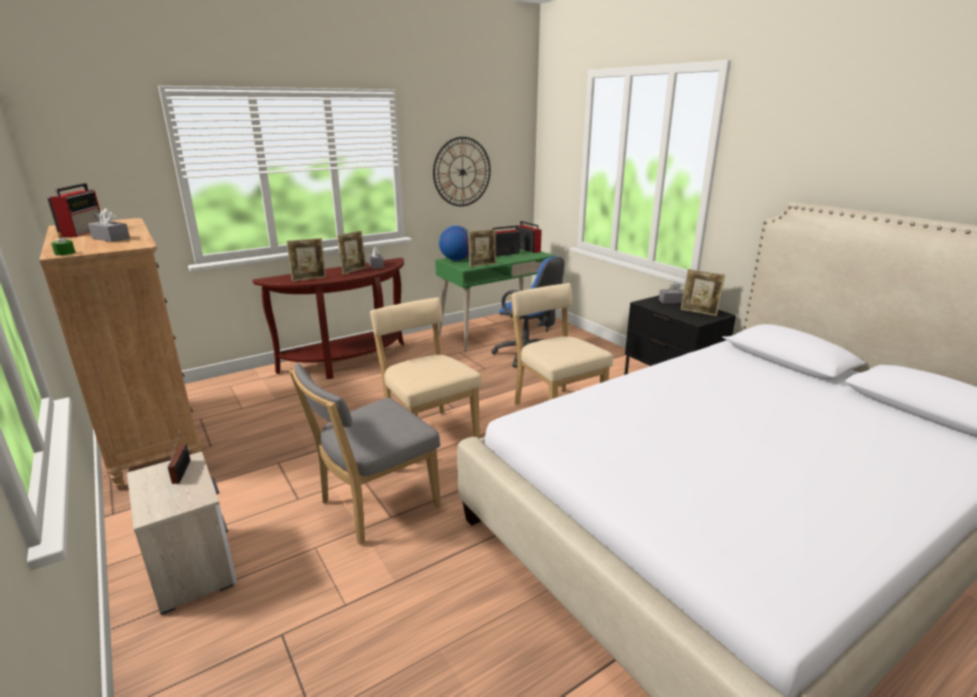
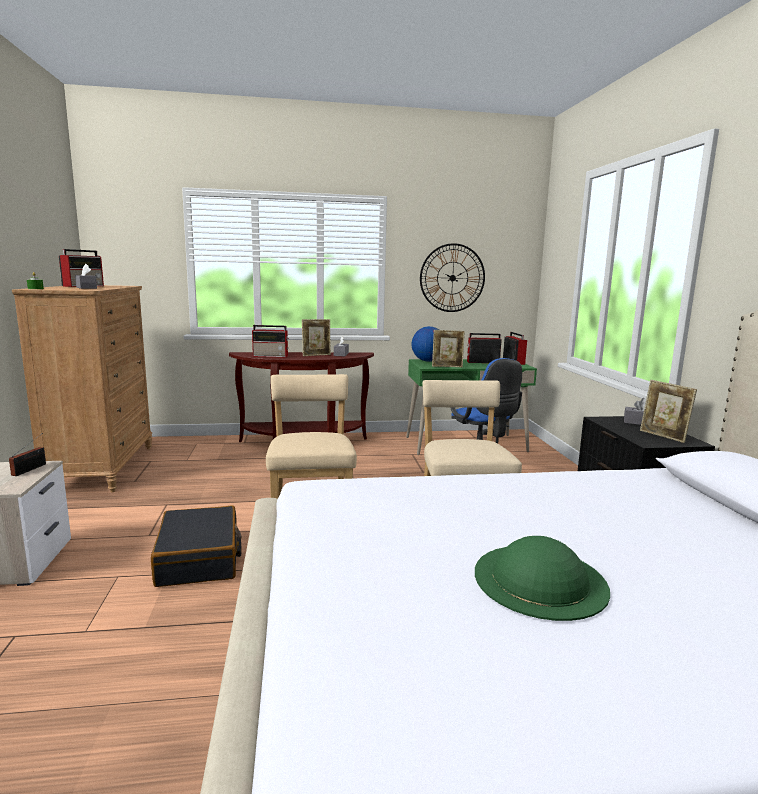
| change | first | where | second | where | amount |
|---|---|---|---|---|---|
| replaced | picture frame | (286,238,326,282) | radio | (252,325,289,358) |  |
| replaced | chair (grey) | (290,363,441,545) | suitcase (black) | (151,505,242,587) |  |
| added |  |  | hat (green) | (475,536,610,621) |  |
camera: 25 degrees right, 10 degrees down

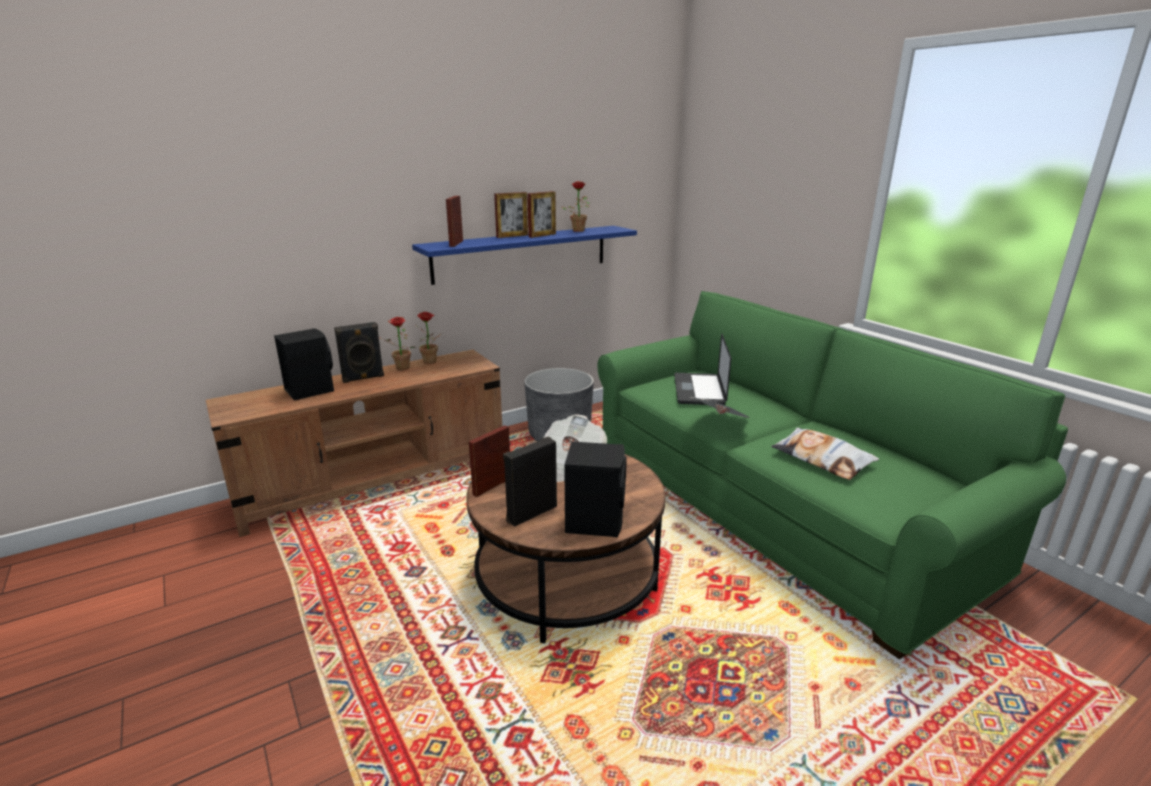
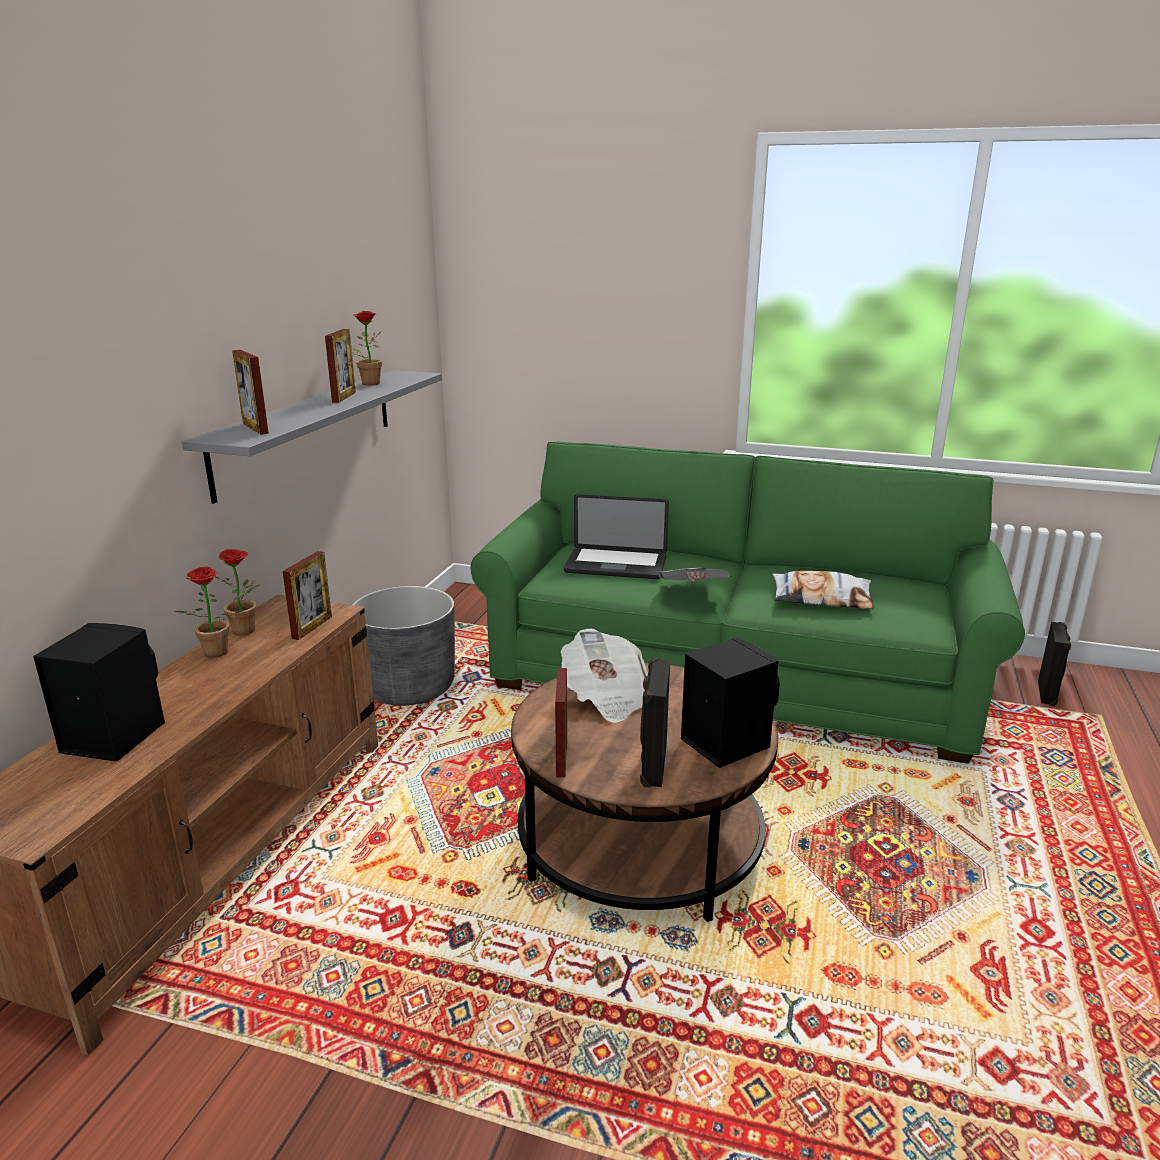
| change | first | where | second | where | amount |
|---|---|---|---|---|---|
| moved | speaker (black) | (334,322,384,383) |  | (1038,622,1071,706) |  |
| recoloured | shelf (blue) | (412,226,637,285) | shelf (grey) | (182,370,442,504) |  |
| moved | picture frame | (494,192,528,238) |  | (282,551,332,640) |  |
| turned | laptop | (674,333,731,405) |  | (564,494,669,579) | 45 degrees counterclockwise |
camera: 40 degrees left, 0 degrees up

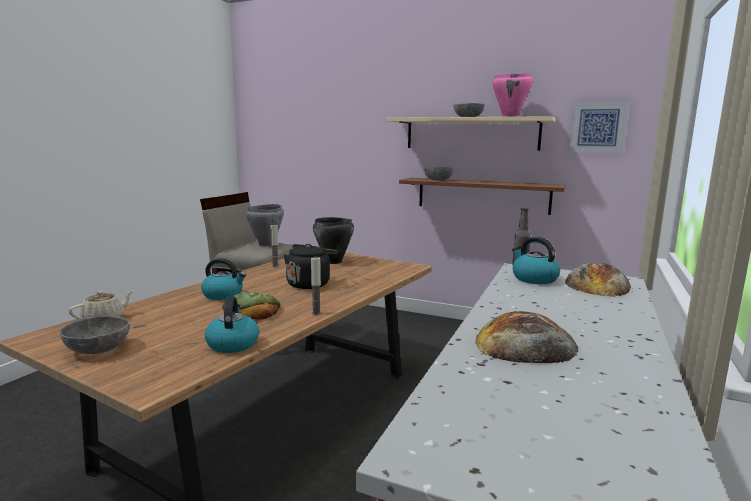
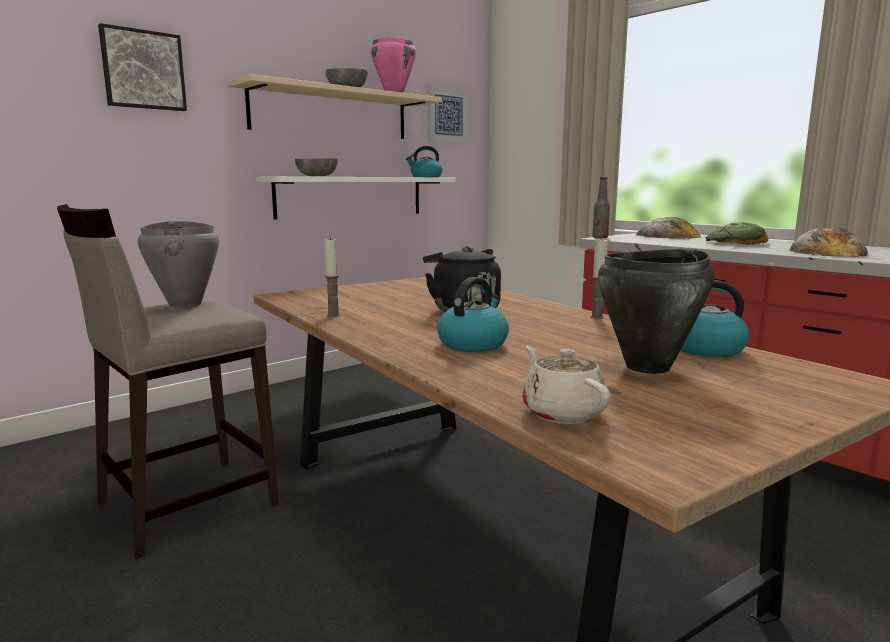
| change | first | where | second | where | amount |
|---|---|---|---|---|---|
| removed | bowl (grey) | (60,316,130,354) |  |  |  |
| moved | bread | (222,292,281,319) |  | (705,222,768,245) |  |
| moved | cooking pot (black) | (313,217,354,264) |  | (598,249,714,374) |  |
| recoloured | shelf (brown) | (399,178,566,215) | shelf (white) | (256,176,456,220) |  |
| moved | kettle | (512,237,560,284) |  | (406,146,442,177) |  |
| added |  |  | picture | (98,23,187,111) |  |
camera: 65 degrees left, 0 degrees up

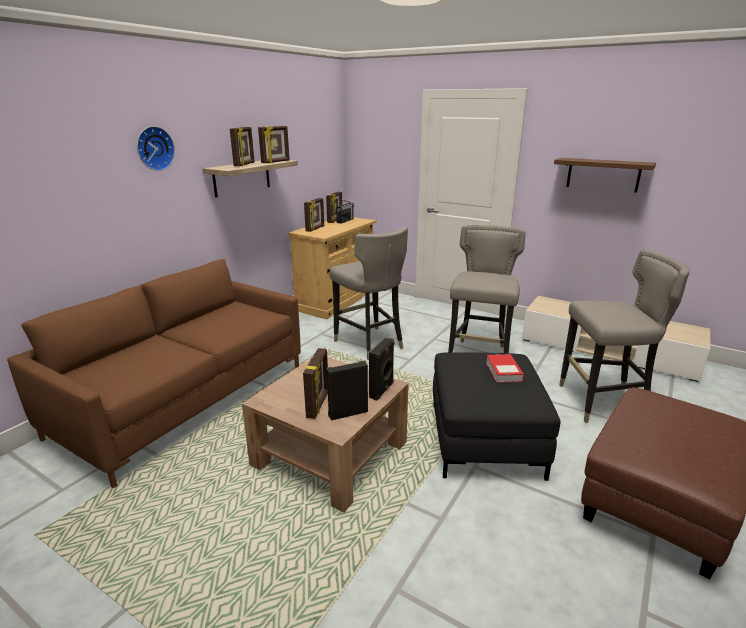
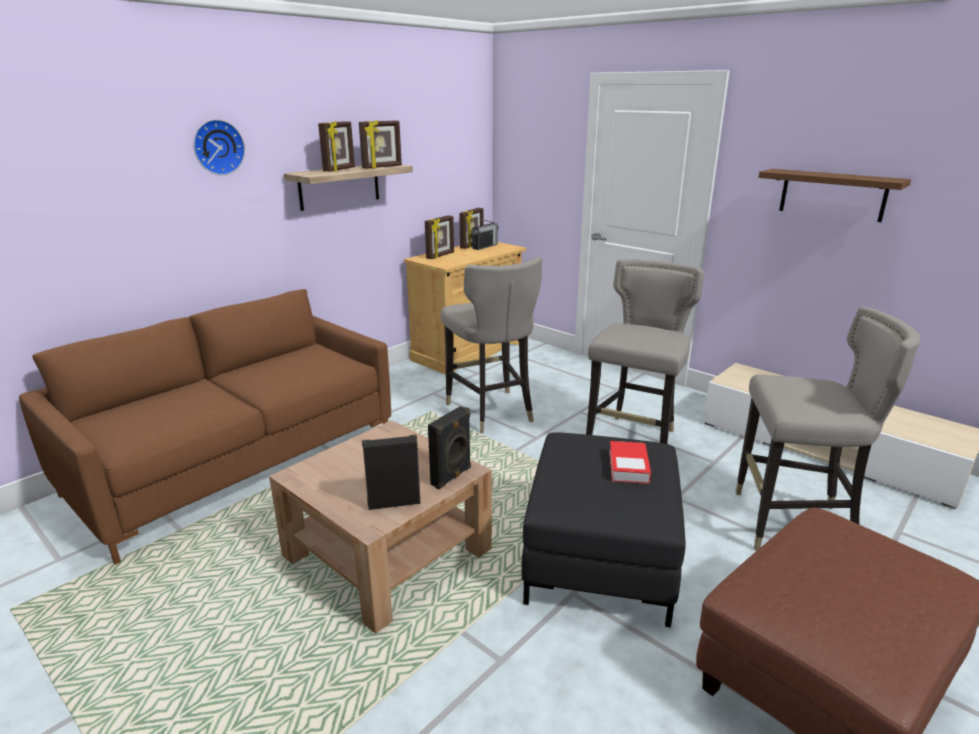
| change | first | where | second | where | amount |
|---|---|---|---|---|---|
| removed | picture frame | (303,348,328,419) |  |  |  |
camera: 10 degrees right, 0 degrees up

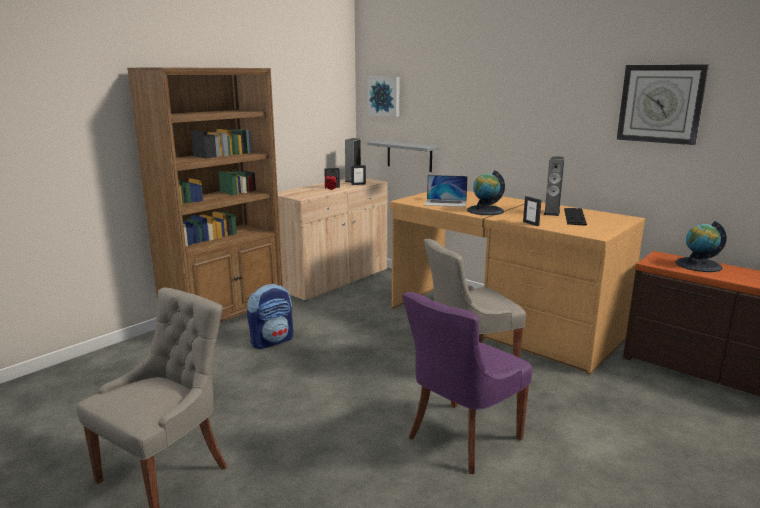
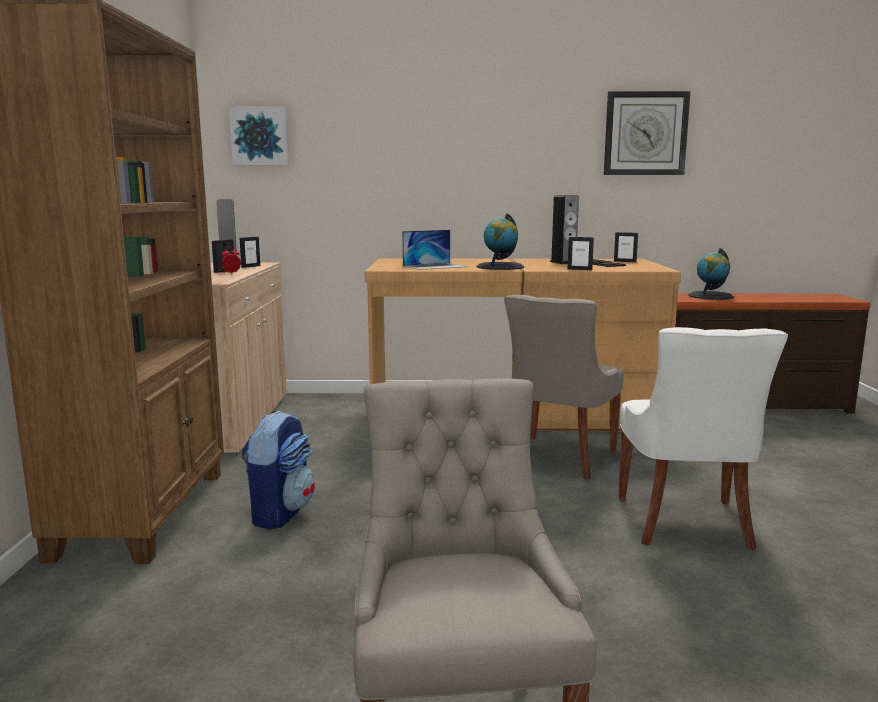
| change | first | where | second | where | amount |
|---|---|---|---|---|---|
| removed | shelf (grey) | (367,140,441,172) |  |  |  |
| recoloured | chair (purple) | (402,292,532,474) | chair (white) | (619,327,788,550) |  |
| added |  |  | picture frame | (614,232,638,262) |  |
camera: 40 degrees left, 5 degrees down

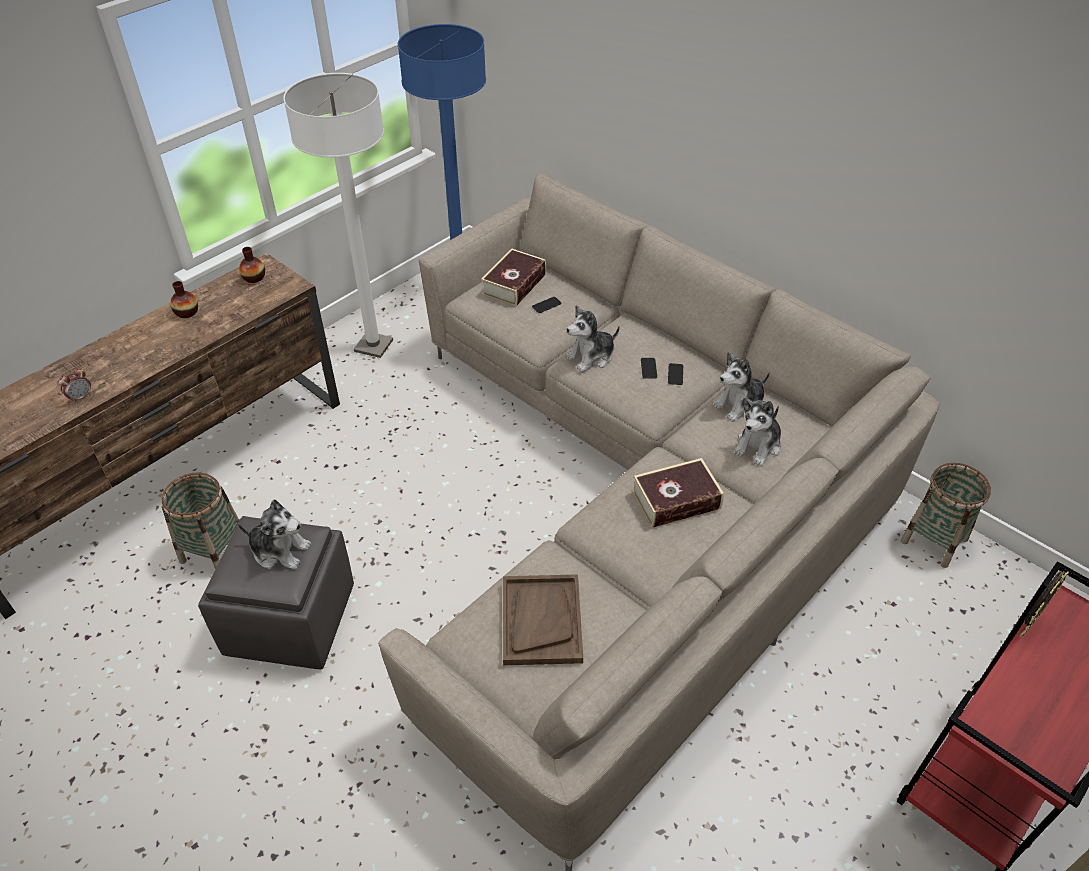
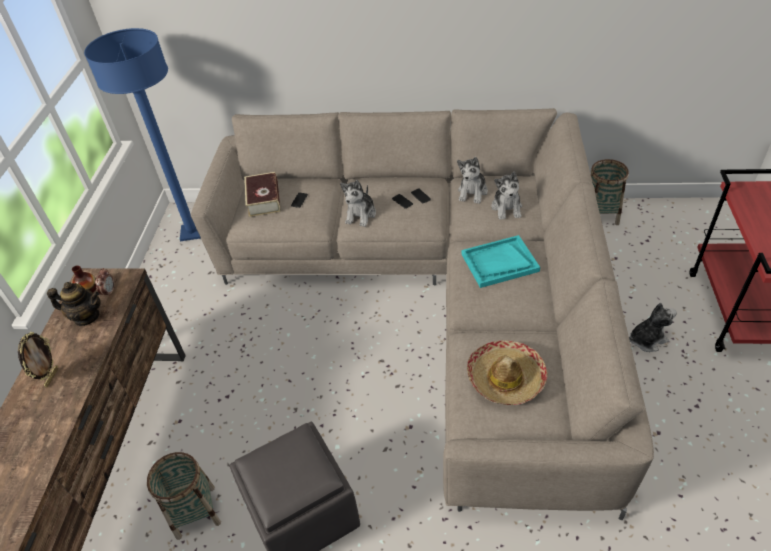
| change | first | where | second | where | amount |
|---|---|---|---|---|---|
| moved | alarm clock | (59,368,91,403) |  | (95,268,115,297) |  |
| removed | vase | (170,281,198,318) |  |  |  |
| moved | plush toy | (237,500,311,570) |  | (629,303,677,352) |  |
| removed | floor lamp (white) | (283,73,393,358) |  |  |  |
| replaced | tray (brown) | (503,574,583,665) | hat | (467,340,548,405) |  |
| replaced | book | (632,458,724,528) | tray (turquoise) | (462,235,540,288) |  |
| moved | picture frame | (1020,571,1069,638) |  | (18,332,58,388) |  |
| added |  |  | teapot | (47,282,101,326) |  |
camera: 35 degrees left, 0 degrees up

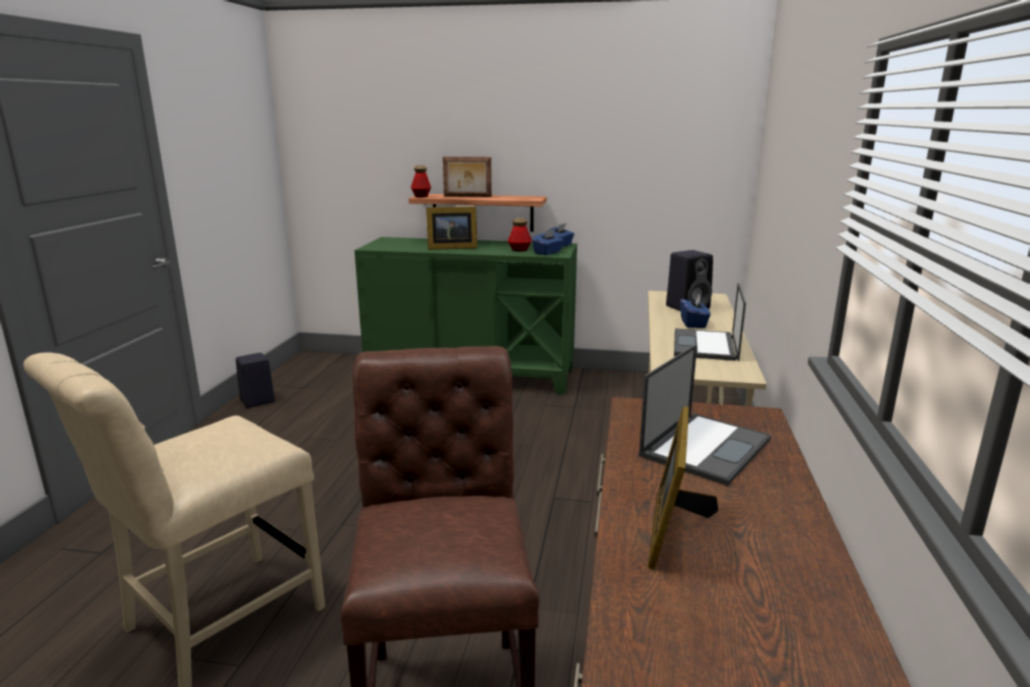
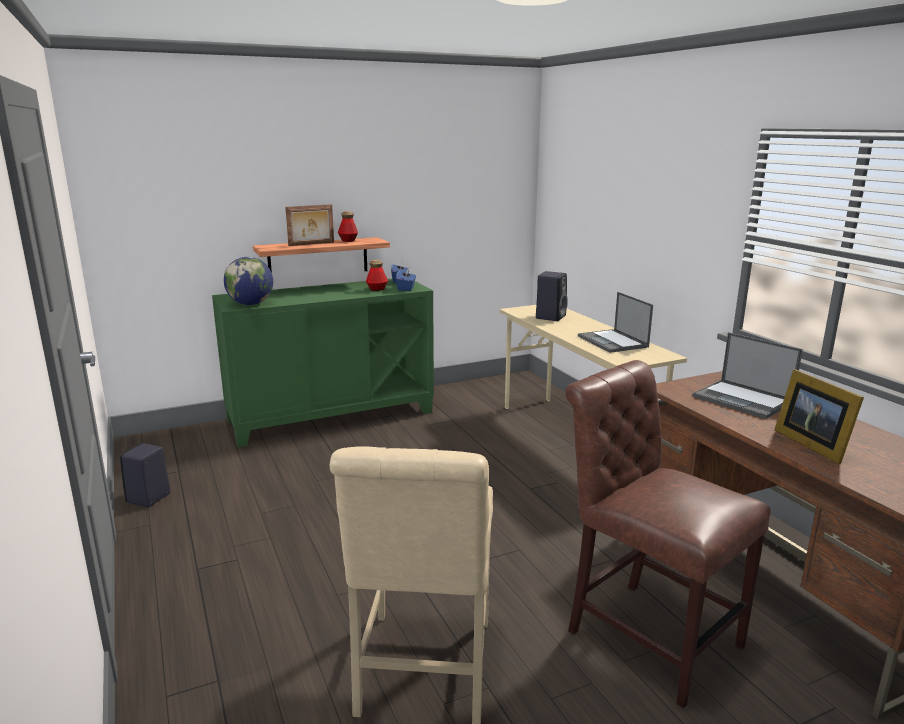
| change | first | where | second | where | amount |
|---|---|---|---|---|---|
| moved | bottle | (411,165,431,197) |  | (338,211,358,242) |  |
| removed | picture frame | (426,206,477,250) |  |  |  |
| turned | laptop | (639,344,771,486) |  | (693,332,803,419) | 135 degrees clockwise |
| removed | tissue box (blue) | (680,295,711,328) |  |  |  |
| added |  |  | globe | (224,257,273,305) |  |
camera: 35 degrees left, 0 degrees up

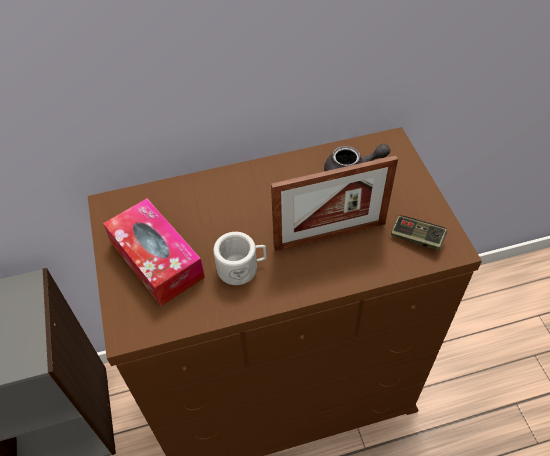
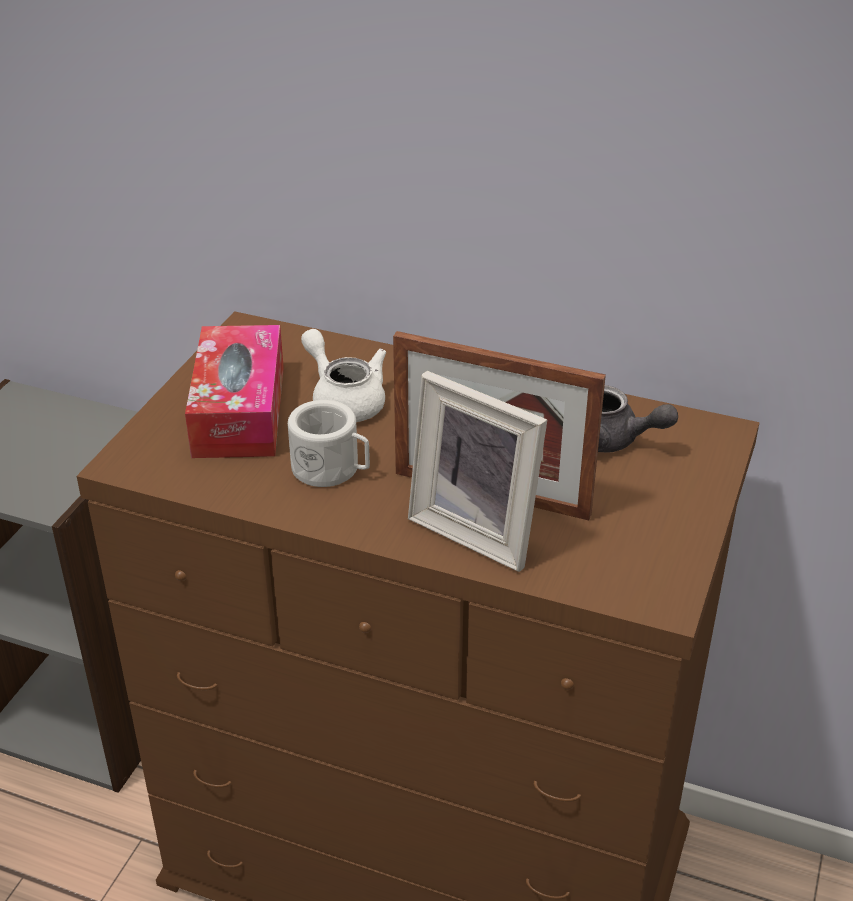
| change | first | where | second | where | amount |
|---|---|---|---|---|---|
| removed | game controller | (391,216,447,250) |  |  |  |
| added |  |  | teapot (white) | (301,329,386,422) |  |
| added |  |  | picture frame | (408,371,547,572) |  |
camera: 35 degrees right, 15 degrees down

